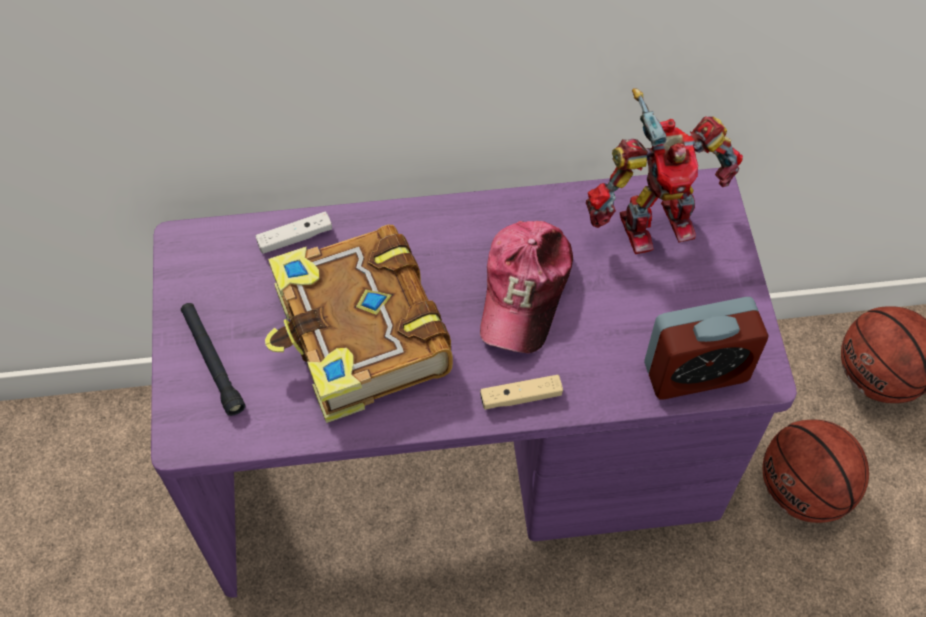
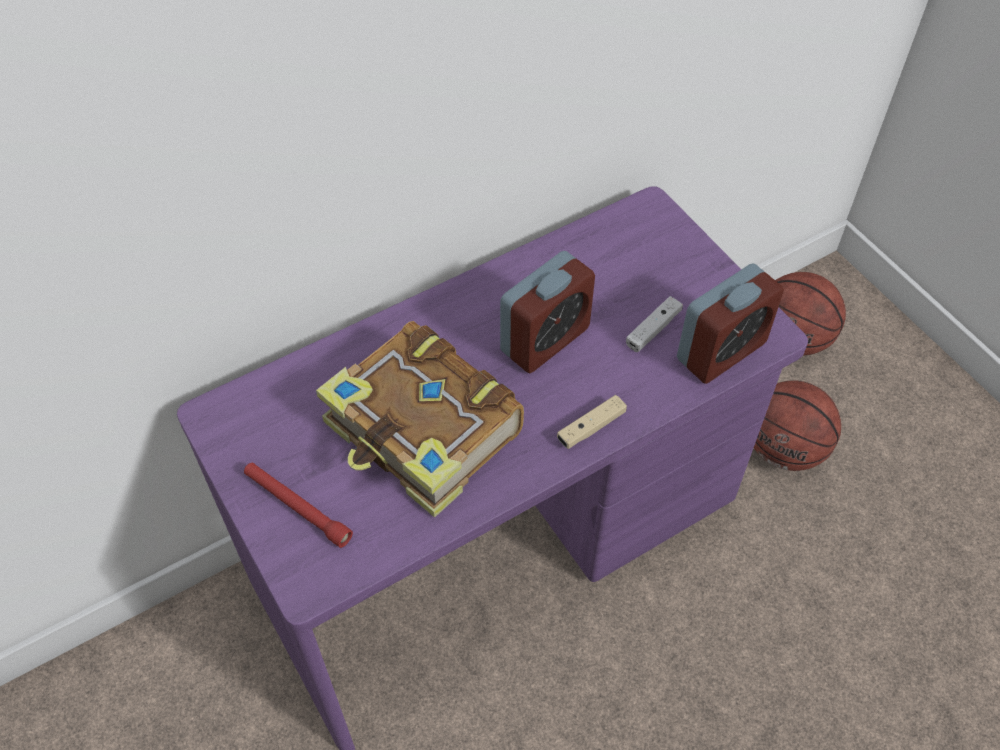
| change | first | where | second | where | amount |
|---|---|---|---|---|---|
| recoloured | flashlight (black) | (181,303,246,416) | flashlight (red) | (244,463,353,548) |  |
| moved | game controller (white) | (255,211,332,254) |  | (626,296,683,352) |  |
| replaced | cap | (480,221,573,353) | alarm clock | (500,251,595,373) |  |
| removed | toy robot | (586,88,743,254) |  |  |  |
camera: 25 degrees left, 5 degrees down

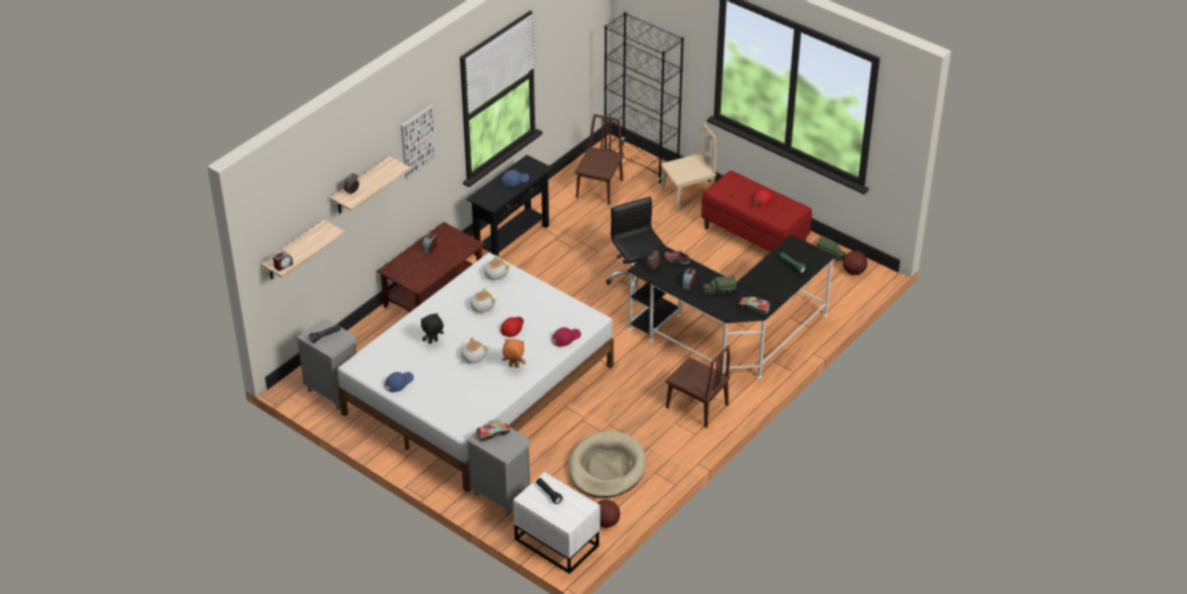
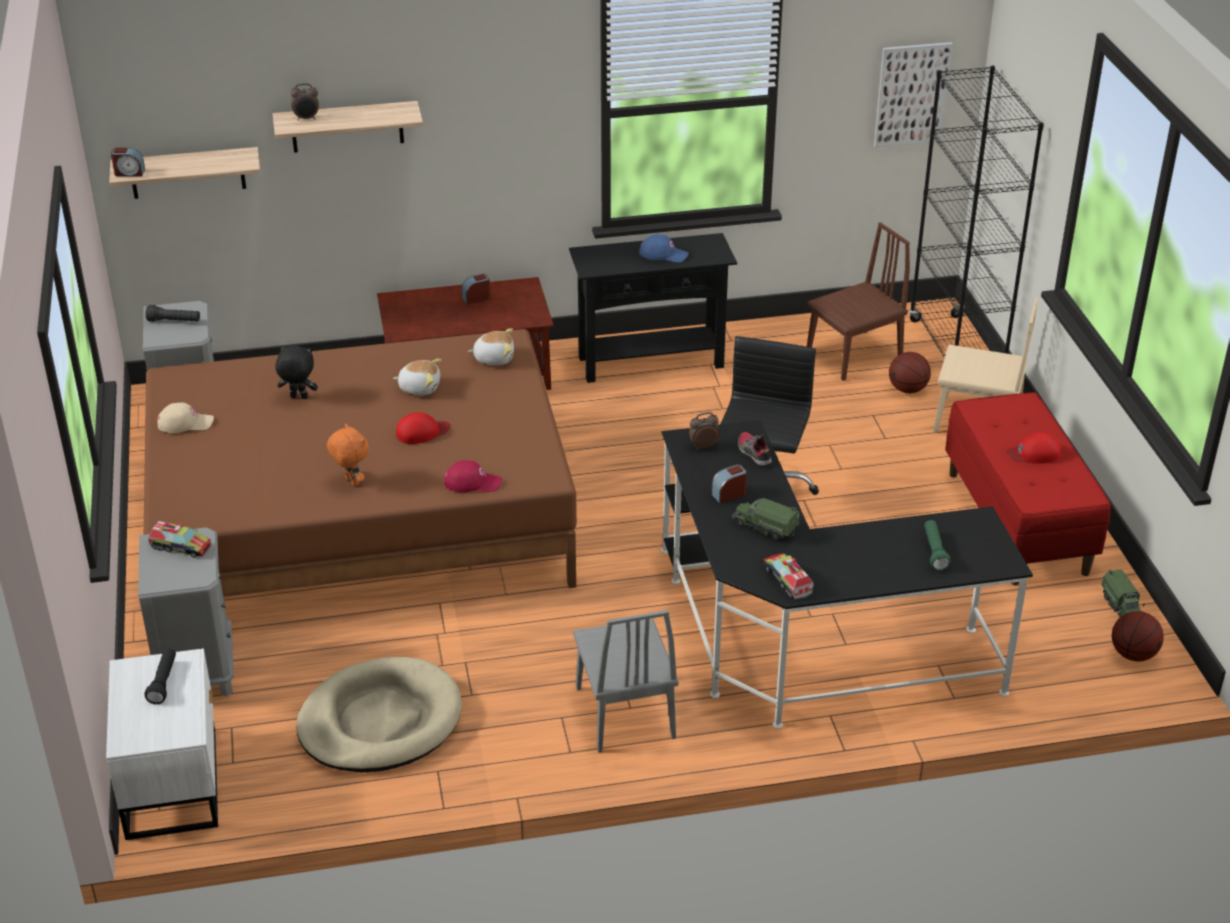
| change | first | where | second | where | amount |
|---|---|---|---|---|---|
| recoloured | bed (white) | (337,253,614,493) | bed (brown) | (144,329,577,597) |  |
| recoloured | cap (blue) | (385,372,414,393) | cap (beige) | (157,403,214,433) |  |
| moved | picture | (401,105,437,179) |  | (874,42,953,148) |  |
| removed | plush toy | (461,337,489,364) |  |  |  |
| moved | basketball | (597,500,620,528) |  | (889,352,931,393) |  |
| recoloured | chair (brown) | (665,345,730,428) | chair (grey) | (573,610,679,753) |  |
camera: 40 degrees right, 5 degrees down

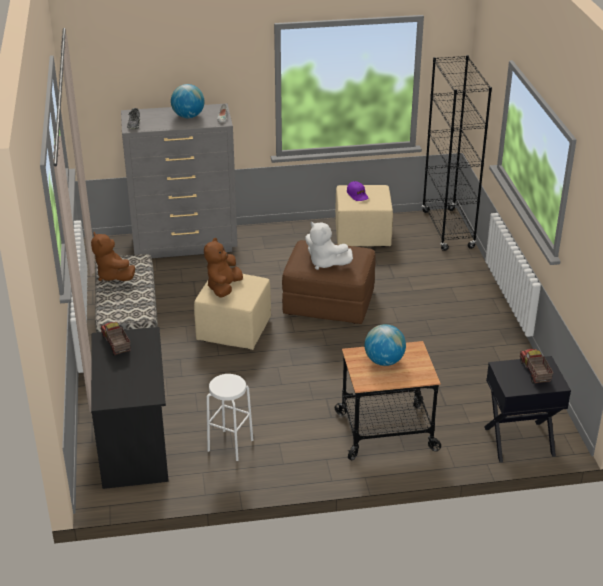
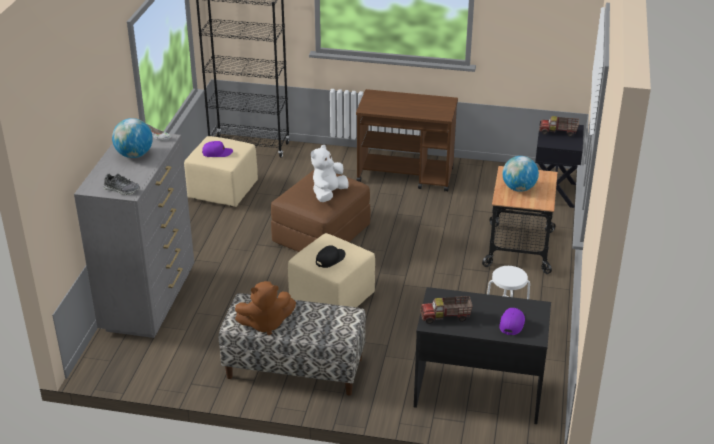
| change | first | where | second | where | amount |
|---|---|---|---|---|---|
| replaced | plush toy (brown) | (204,238,243,297) | cap (black) | (316,245,345,268) |  |
| turned | plush toy (white) | (305,222,353,270) |  | (311,145,349,202) | 150 degrees clockwise |
| added |  |  | cart (brown) | (356,89,458,192) |  |
| added |  |  | cap (purple) | (499,308,525,335) |  |
camera: 70 degrees left, 0 degrees up

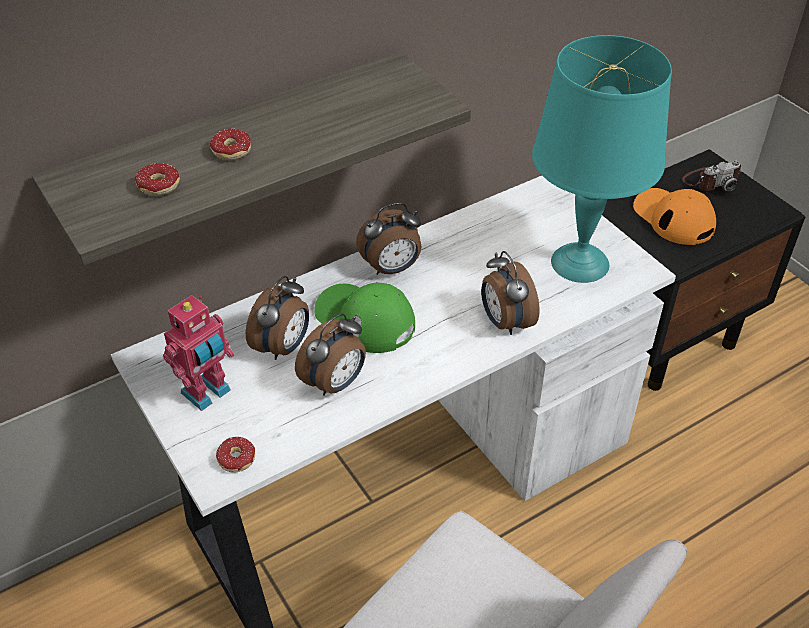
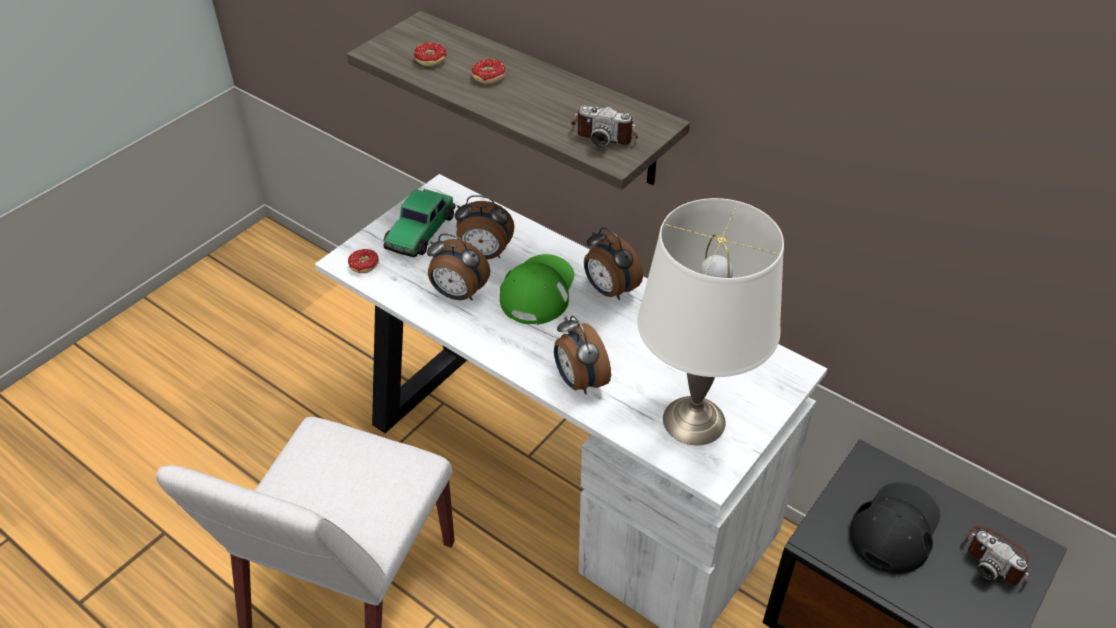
| change | first | where | second | where | amount |
|---|---|---|---|---|---|
| replaced | toy robot | (163,295,234,411) | toy car | (383,189,456,257) |  |
| turned | alarm clock | (481,251,540,335) |  | (554,316,611,394) | 75 degrees counterclockwise |
| recoloured | table lamp (turquoise) | (532,35,672,283) | table lamp (white) | (637,198,784,445) |  |
| recoloured | cap (orange) | (633,188,716,245) | cap (black) | (850,482,940,574) |  |
| added |  |  | photo camera | (571,105,638,147) |  |
camera: 70 degrees right, 0 degrees up

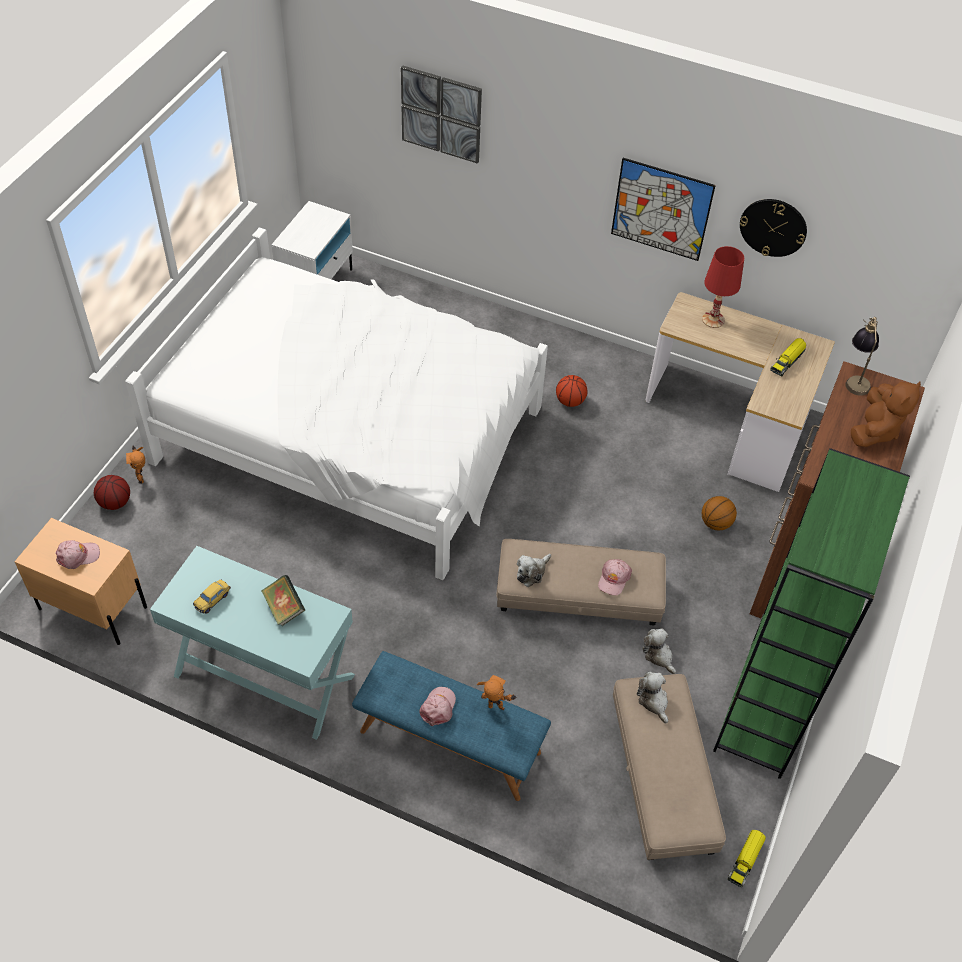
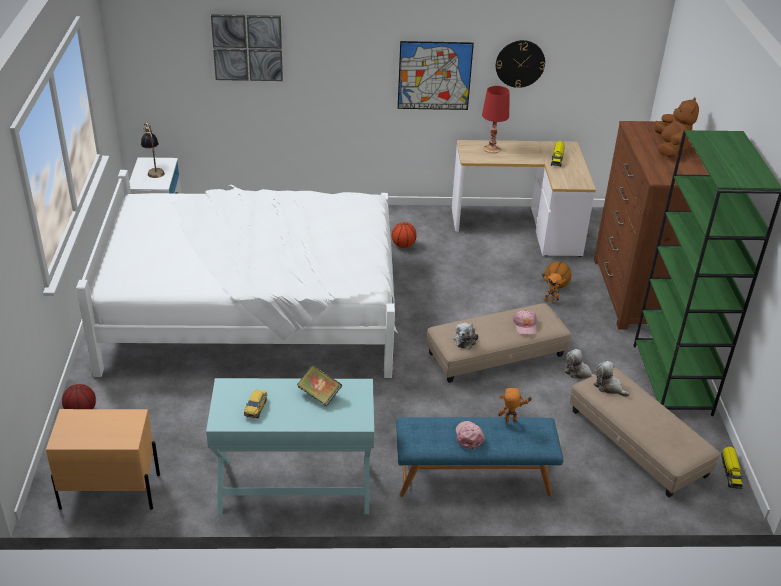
| change | first | where | second | where | amount |
|---|---|---|---|---|---|
| removed | cap (pink) | (55,540,100,569) |  |  |  |
| moved | toy robot | (126,446,145,484) |  | (542,270,567,303) |  |
| moved | table lamp | (846,317,879,396) |  | (141,123,165,178) |  |
camera: 25 degrees left, 15 degrees down

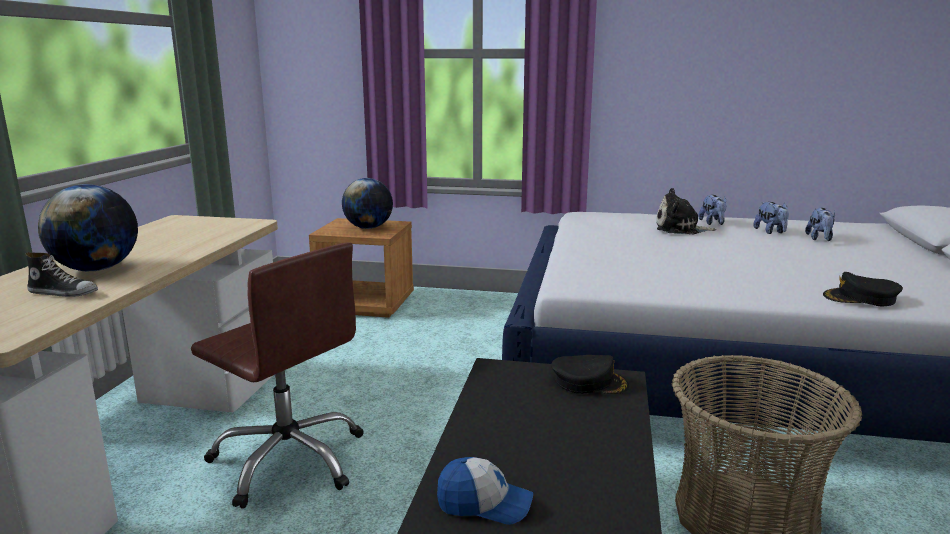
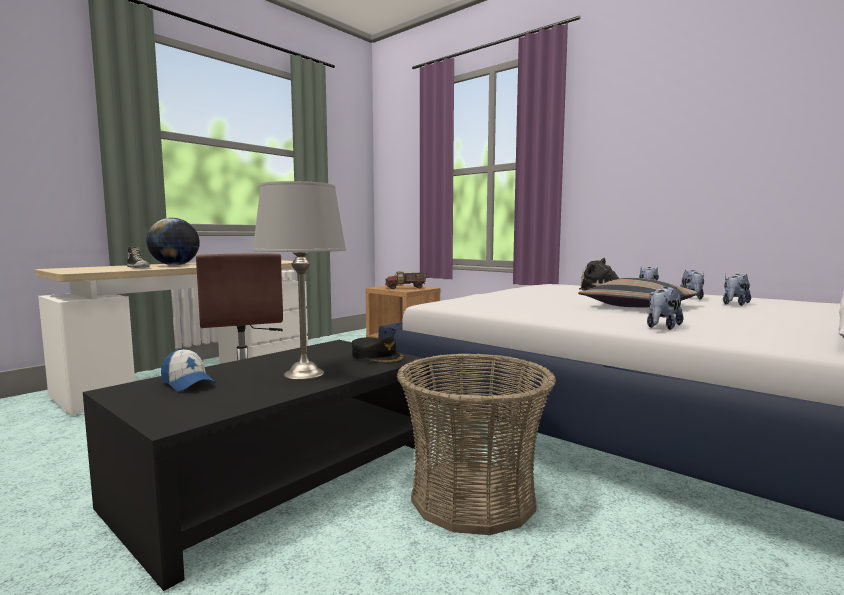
| change | first | where | second | where | amount |
|---|---|---|---|---|---|
| replaced | globe | (342,178,393,229) | toy truck | (385,271,427,289) |  |
| replaced | cap (black) | (823,272,903,306) | plush toy | (647,286,684,330) |  |
| added |  |  | table lamp (grey) | (253,181,346,380) |  |
| added |  |  | pillow | (578,278,701,307) |  |
camera: 30 degrees right, 10 degrees down

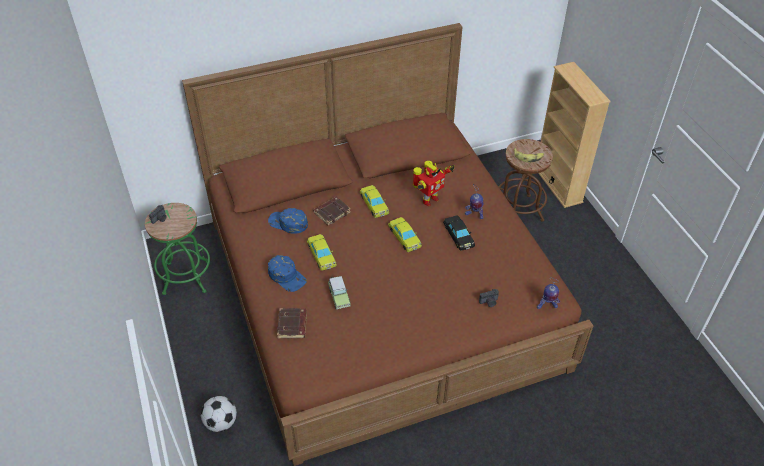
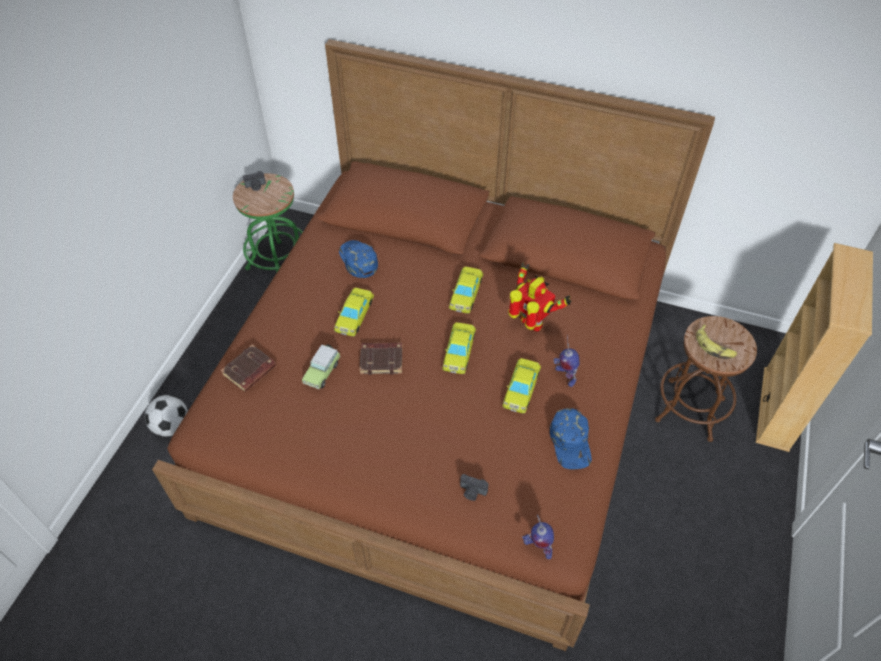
| change | first | where | second | where | amount |
|---|---|---|---|---|---|
| moved | cap (blue) | (268,255,306,292) |  | (550,408,592,469) |  |
| moved | book (brown) | (313,197,351,226) |  | (359,343,402,375) |  |
| turned | toy robot | (413,161,455,206) |  | (508,262,572,332) | 135 degrees counterclockwise |
| recoloured | toy car (black) | (443,215,475,251) | toy car (yellow) | (502,358,541,414) |  |
camera: 40 degrees right, 5 degrees up

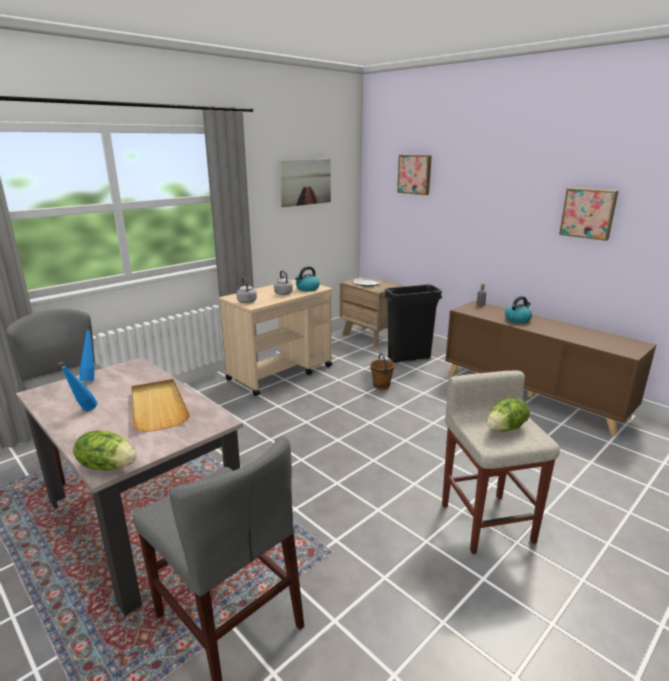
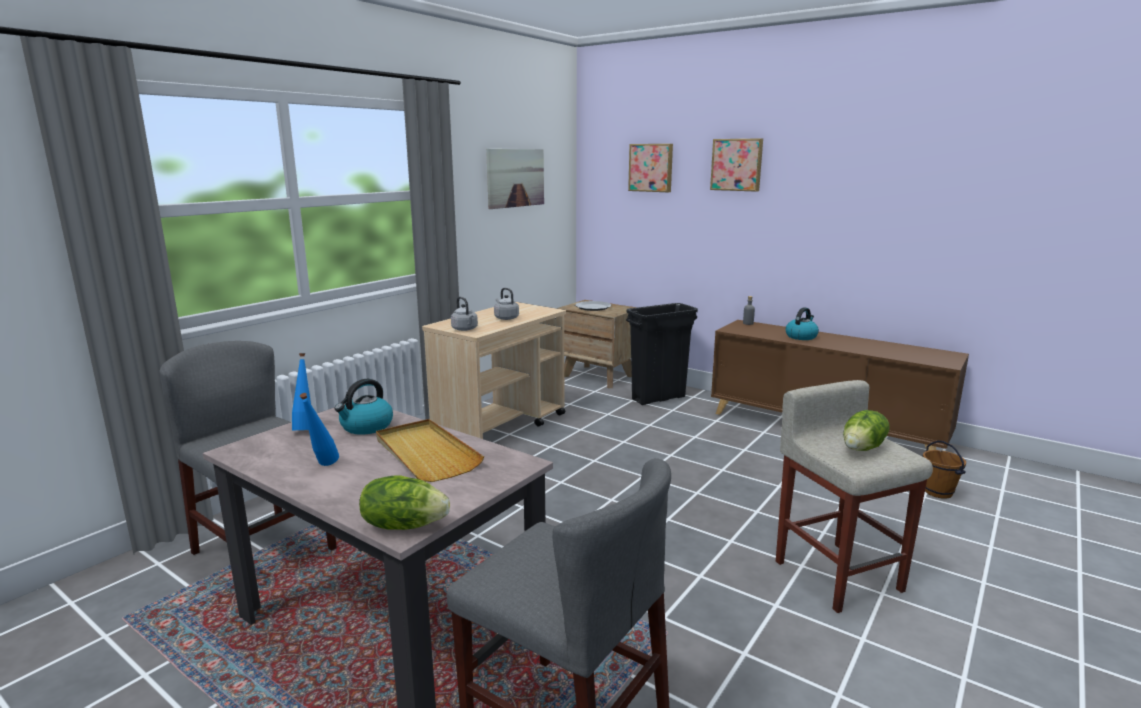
| change | first | where | second | where | amount |
|---|---|---|---|---|---|
| moved | kettle | (295,266,320,291) |  | (334,379,393,435) |  |
| moved | bucket (brown) | (370,353,395,390) |  | (922,441,966,499) |  |
| moved | picture | (559,188,618,241) |  | (710,138,763,192) |  |
camera: 10 degrees left, 5 degrees down

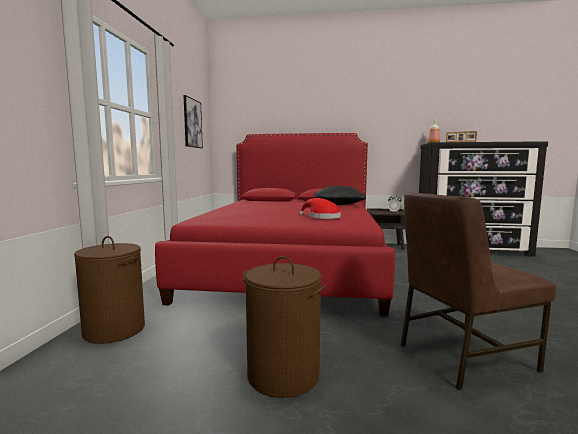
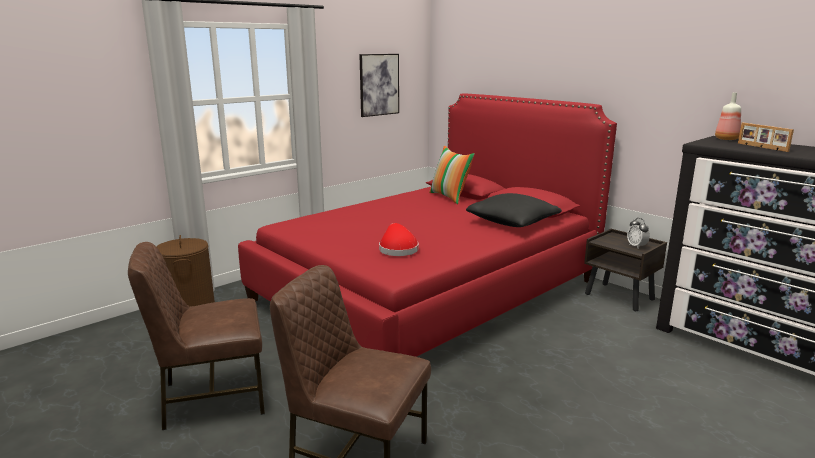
| change | first | where | second | where | amount |
|---|---|---|---|---|---|
| replaced | laundry basket (brown) | (242,256,327,398) | chair (brown) | (128,242,265,430) |  |
| added |  |  | pillow | (429,146,475,204) |  |
camera: 40 degrees right, 10 degrees up

